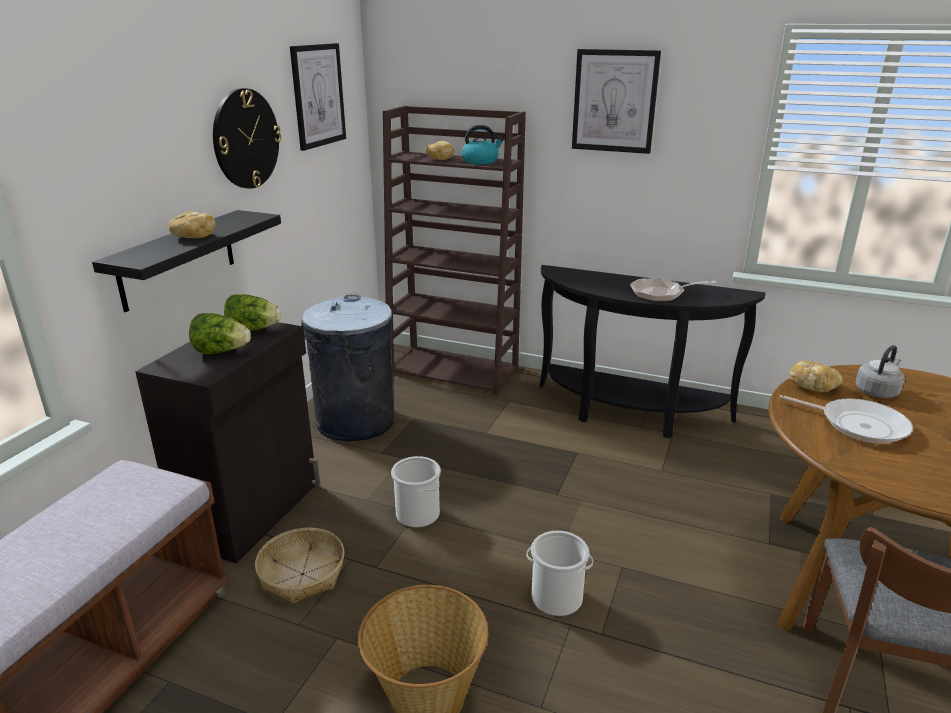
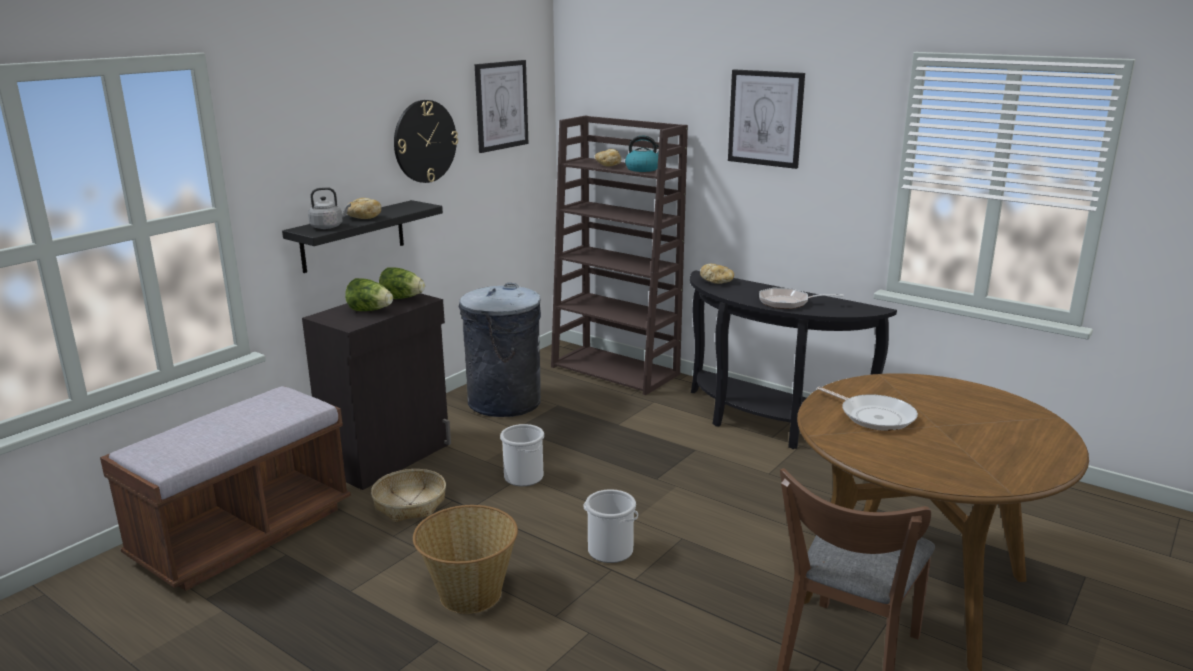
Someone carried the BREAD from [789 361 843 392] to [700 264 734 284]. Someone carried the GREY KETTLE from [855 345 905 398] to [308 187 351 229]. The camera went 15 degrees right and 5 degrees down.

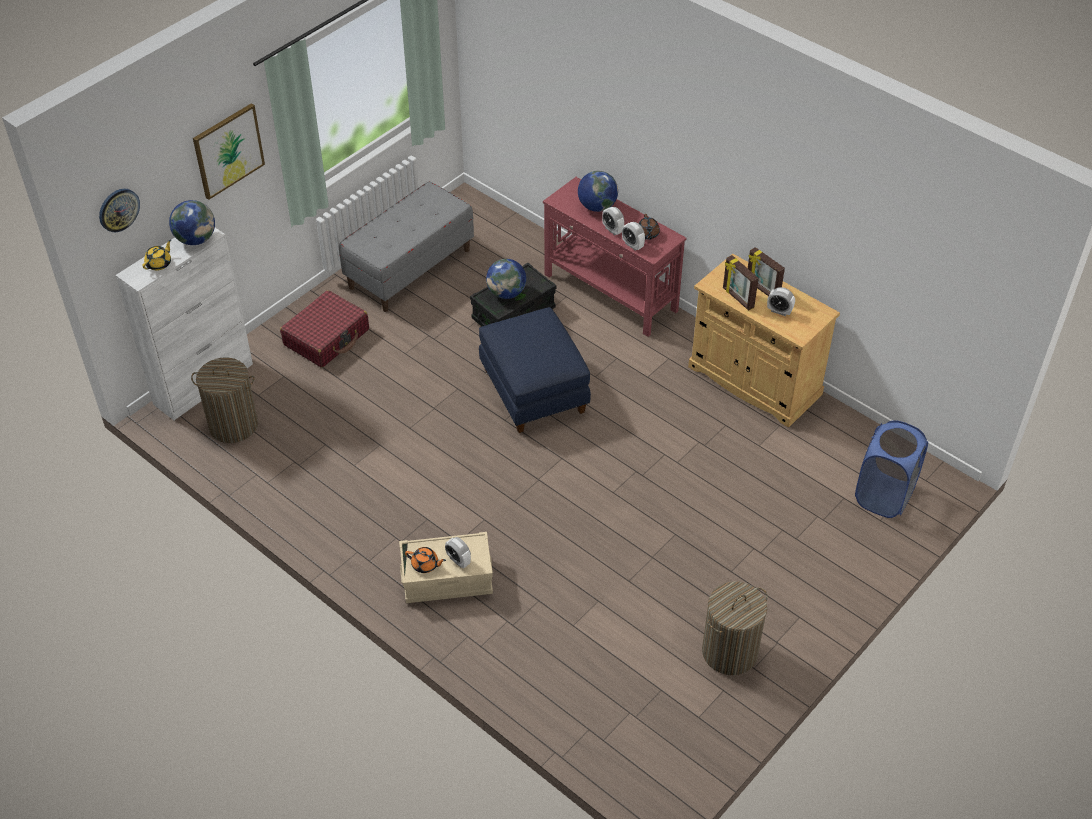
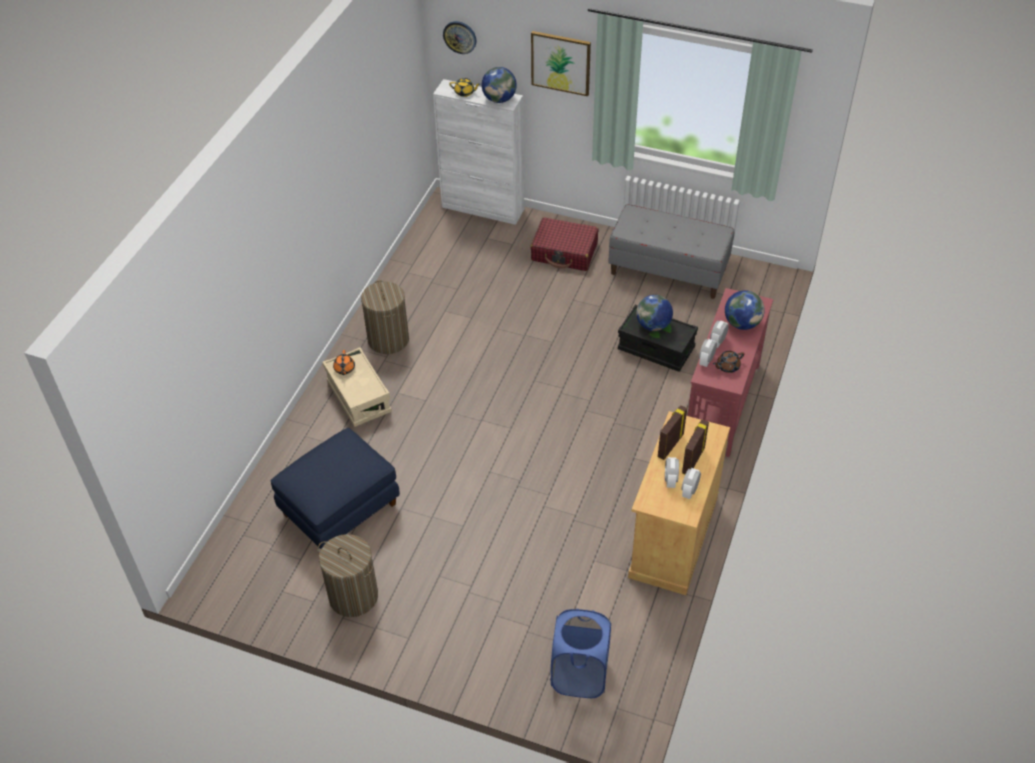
Someone carried the LAUNDRY BASKET from [191 357 258 443] to [361 280 409 354]. Someone carried the ALARM CLOCK from [445 537 471 569] to [681 468 701 499]. Someone carried the BLUE OTTOMAN from [479 307 591 433] to [270 428 400 549]. The camera went 70 degrees right and 0 degrees up.

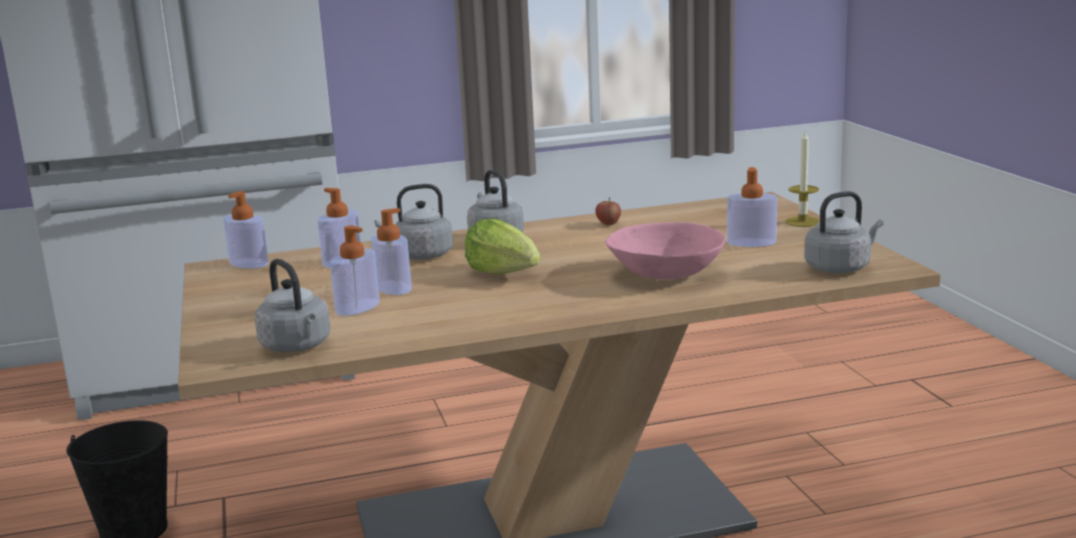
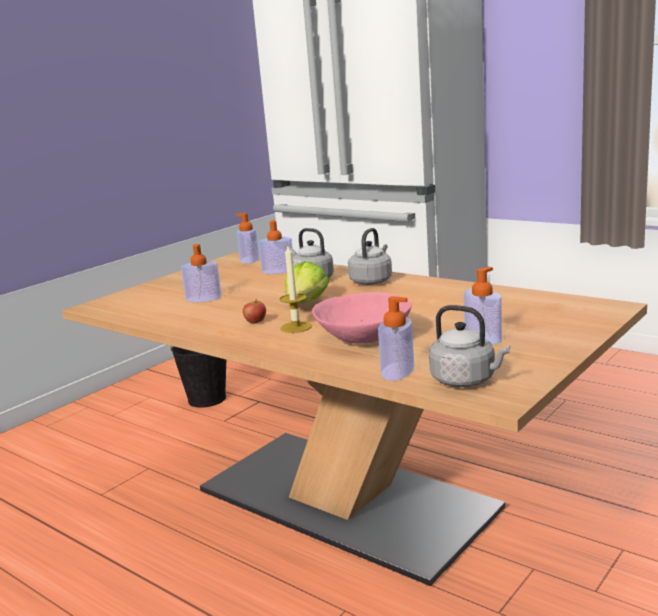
Someone took away the GREY KETTLE at [255 259 330 352]. Someone carried the SOAP DISPENSER from [371 208 412 295] to [378 296 414 381]. Someone carried the APPLE from [595 197 621 226] to [243 299 266 324]. Someone carried the CANDLE from [785 131 820 227] to [280 244 312 333]. The camera went 55 degrees right and 0 degrees up.

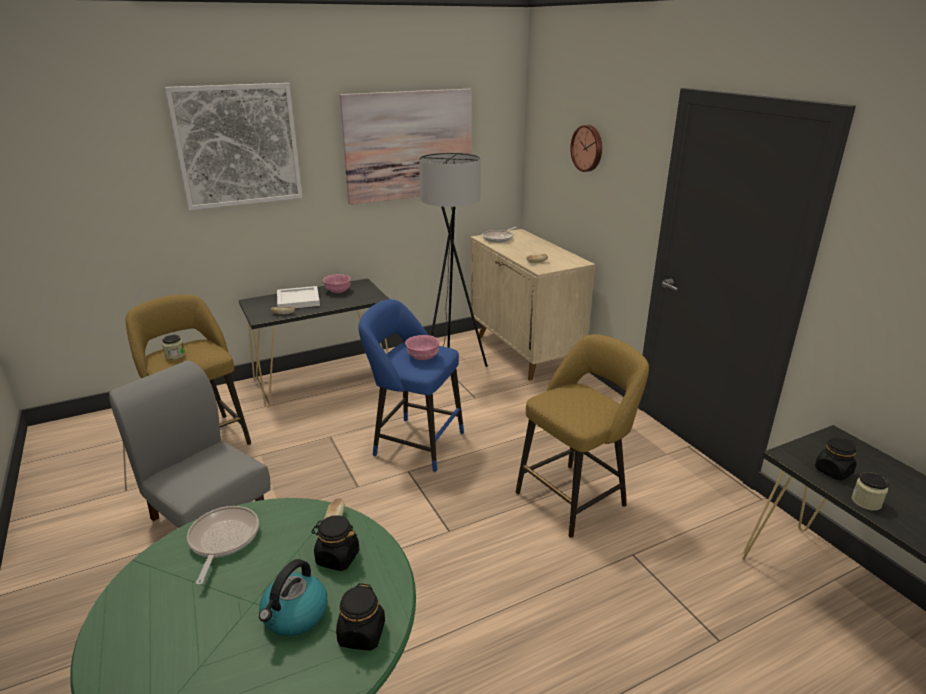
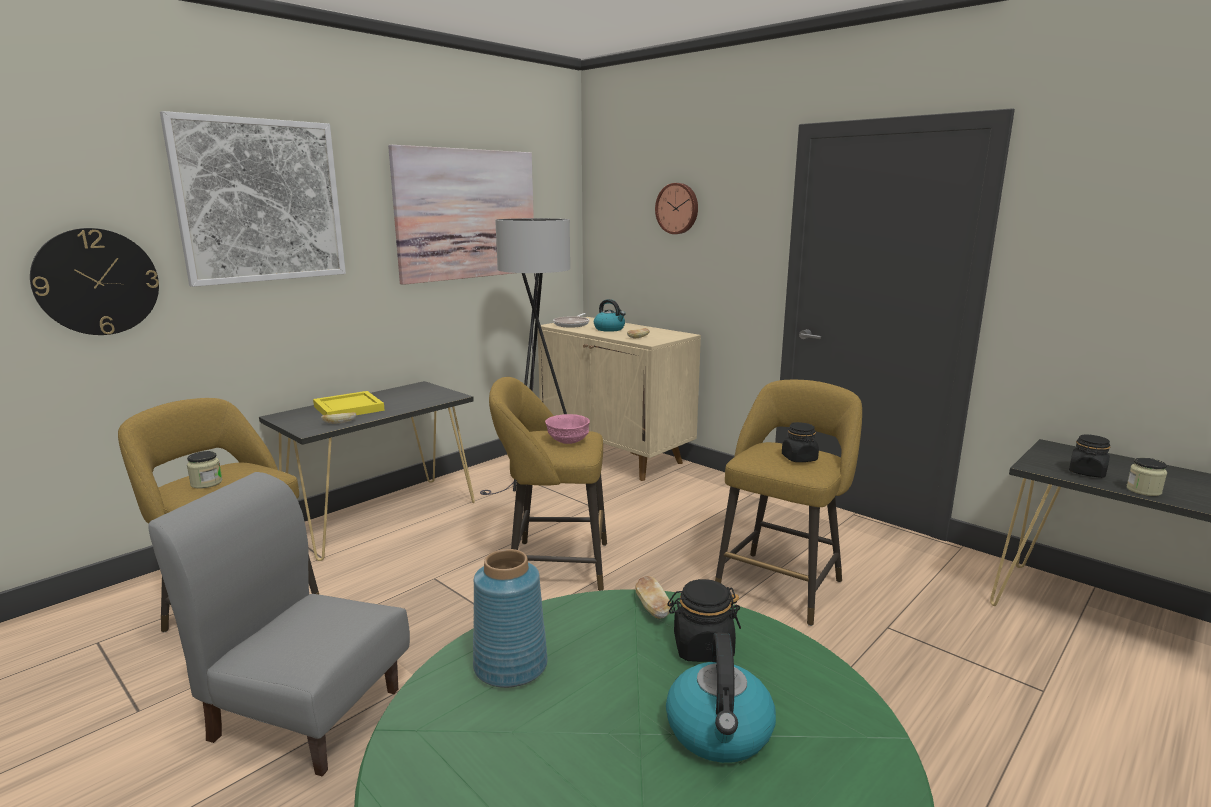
Someone swapped the FRYING PAN at [187 506 259 585] for the BLUE VASE at [473 549 548 688]. Someone repainted the WHITE TRAY at [277 286 320 308], which became the YELLOW TRAY at [313 391 385 415]. Someone took away the PINK BOWL at [323 274 351 293]. Someone carried the BLACK JAR from [336 583 385 650] to [782 422 819 462]. Someone repainted the BLUE STOOL at [358 299 464 472], which became the YELLOW STOOL at [489 377 607 591]. Someone put up the WALL CLOCK at [30 228 159 335]. Someone put down the KETTLE at [594 299 626 332]. The camera went 20 degrees left and 10 degrees down.

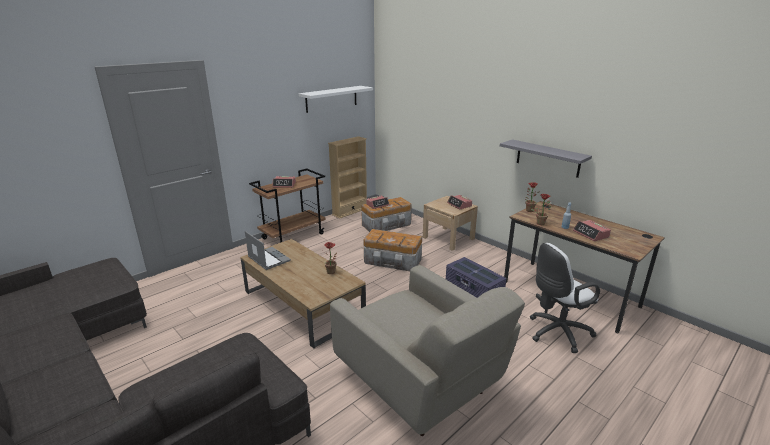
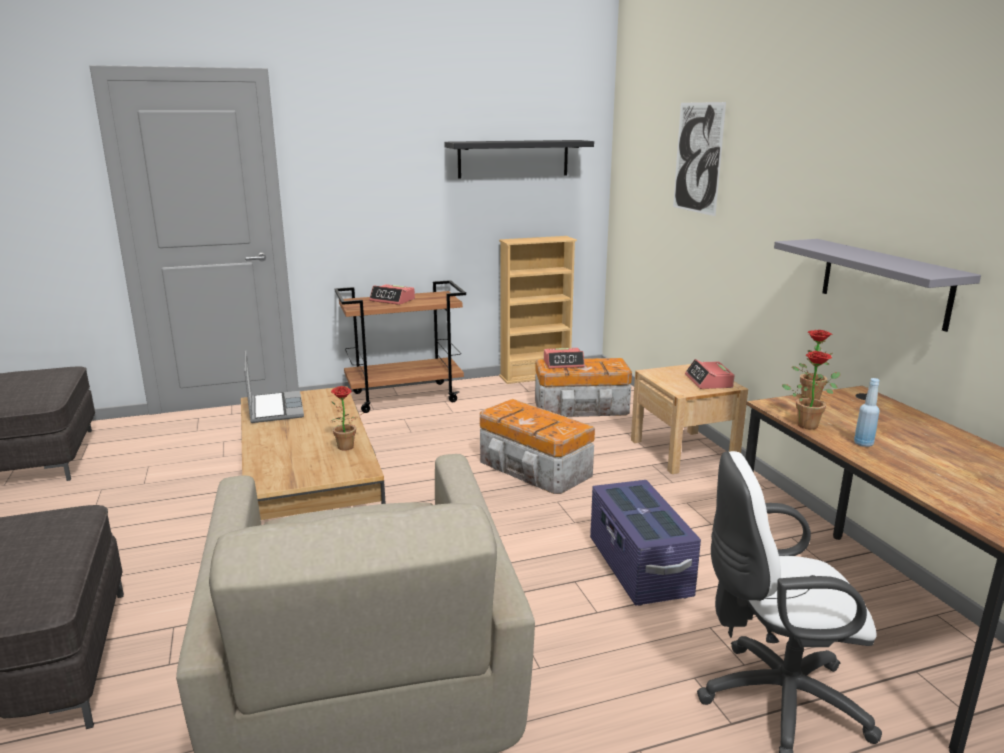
Someone repainted the WHITE SHELF at [299 86 373 113], which became the BLACK SHELF at [444 140 594 179]. Someone took away the ALARM CLOCK at [573 220 611 241]. Someone put up the PICTURE at [673 102 726 216]. The camera went 25 degrees right and 5 degrees down.

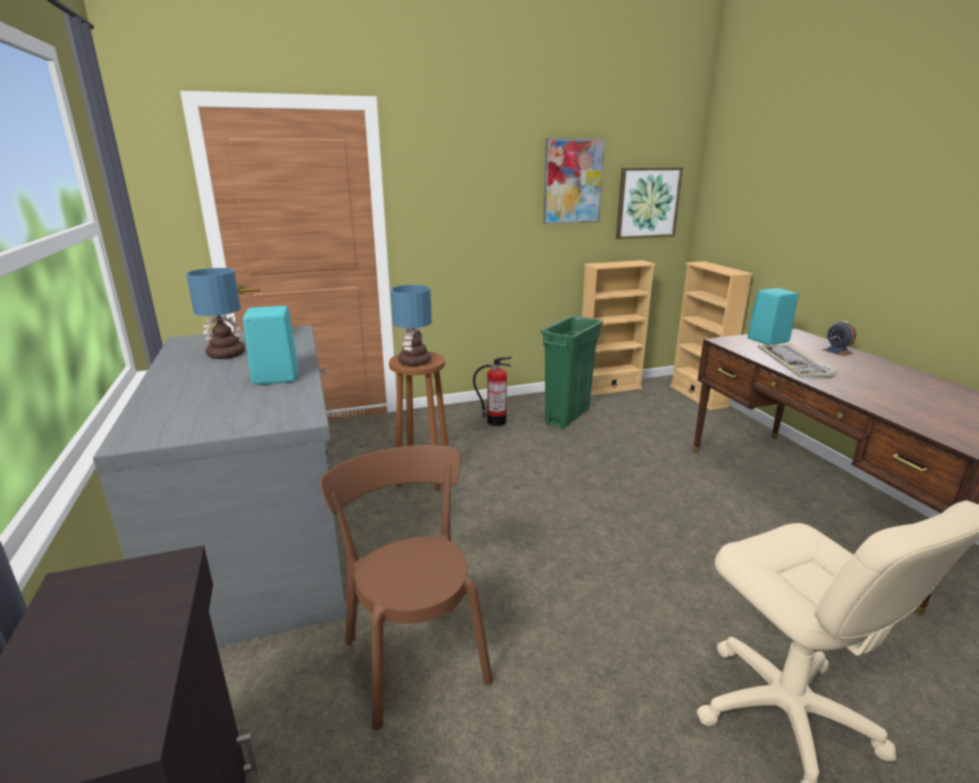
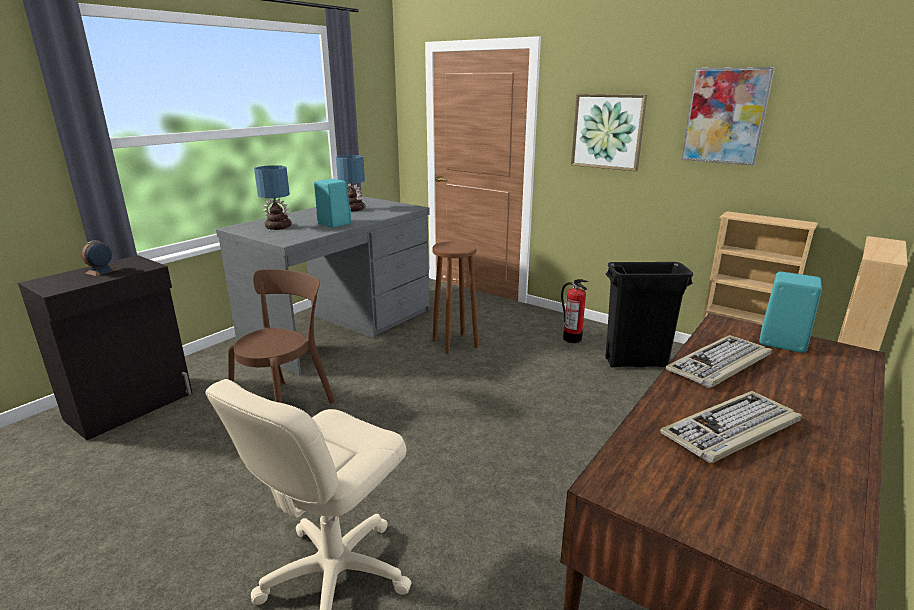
Someone carried the TABLE LAMP from [391 285 432 366] to [254 165 292 230]. Someone repainted the GREEN TRASH CAN at [540 316 603 428], which became the BLACK TRASH CAN at [605 262 693 367]. Someone carried the PICTURE from [616 167 683 239] to [571 94 647 171]. Someone carried the ALARM CLOCK from [822 321 856 356] to [81 240 118 276]. Someone put down the KEYBOARD at [660 391 802 463]. The camera went 55 degrees right and 0 degrees up.

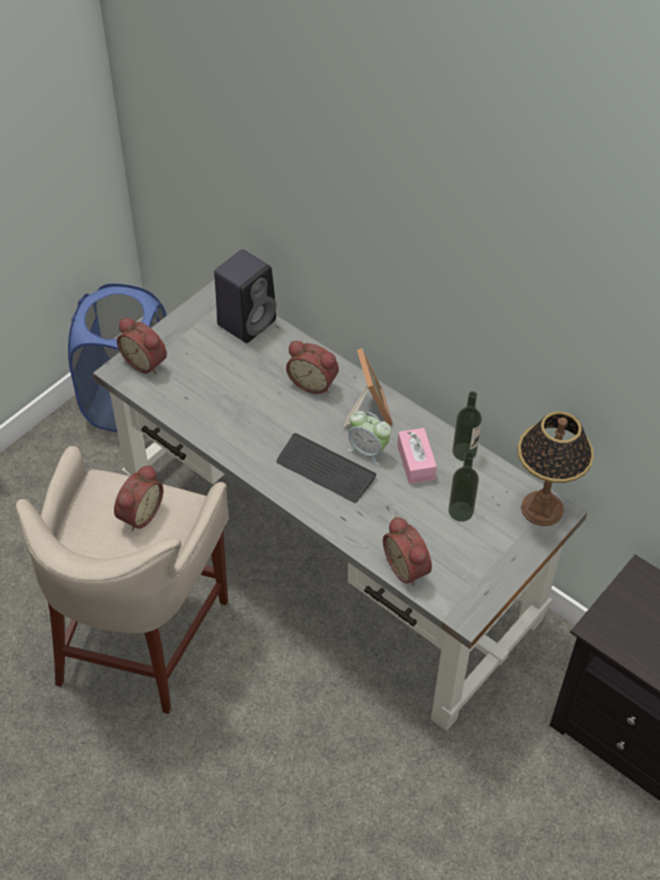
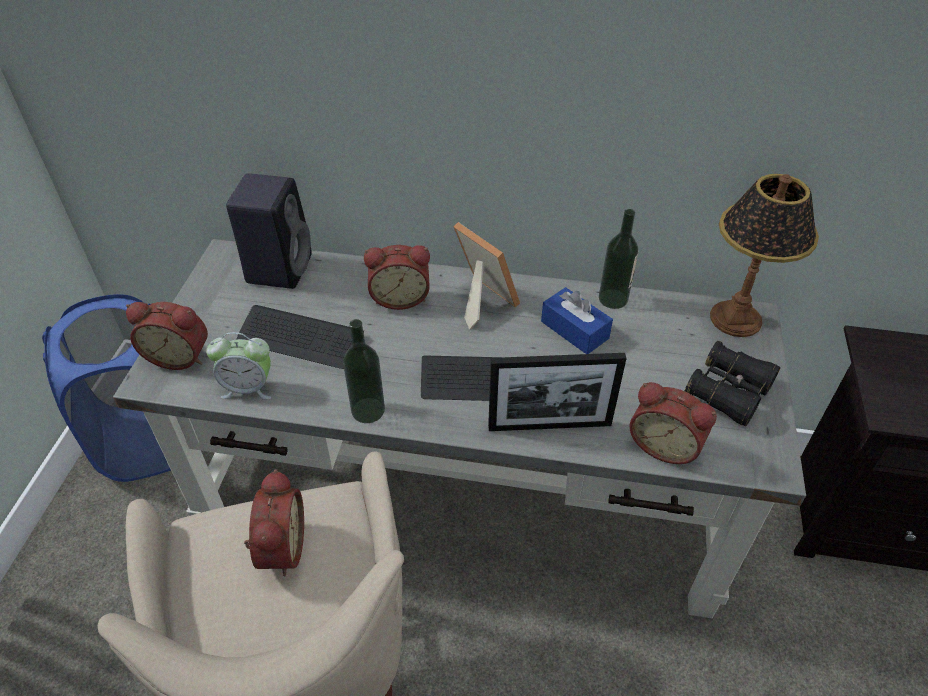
Someone carried the ALARM CLOCK from [347 411 391 465] to [206 332 271 399]. Someone repainted the PINK TISSUE BOX at [397 428 437 484], which became the BLUE TISSUE BOX at [541 287 613 354]. Someone carried the BOTTLE from [449 452 479 522] to [343 319 385 423]. Someone put down the KEYBOARD at [236 305 364 369]. Someone put down the PICTURE FRAME at [488 353 627 431]. Someone put down the BLACK BINOCULARS at [685 341 780 426]. The camera went 30 degrees left and 5 degrees down.

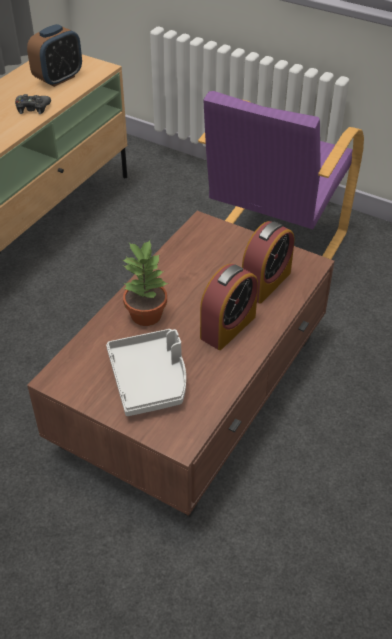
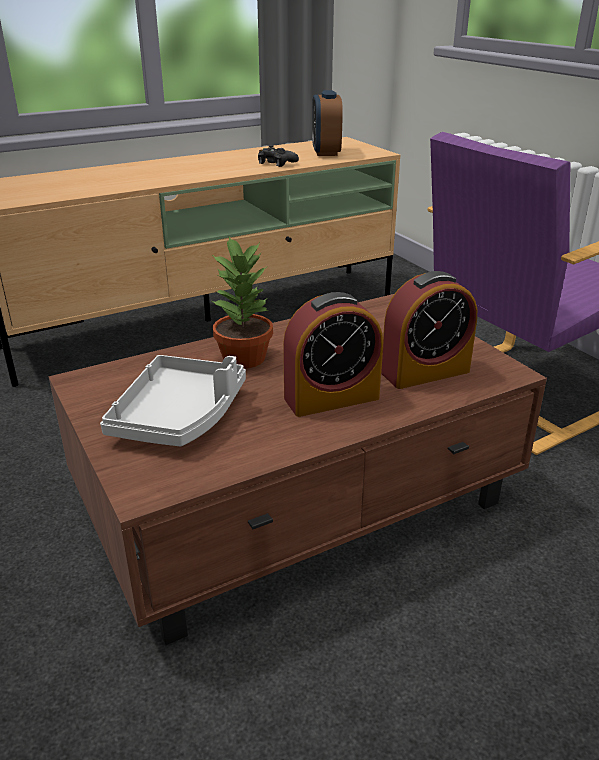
Someone rotated the ALARM CLOCK at [27 24 82 87] by 105 degrees clockwise. The camera went 30 degrees right and 15 degrees down.

